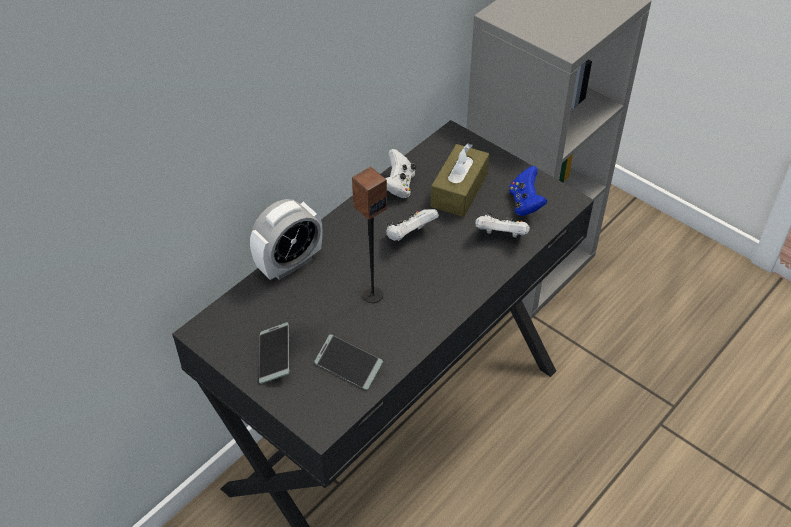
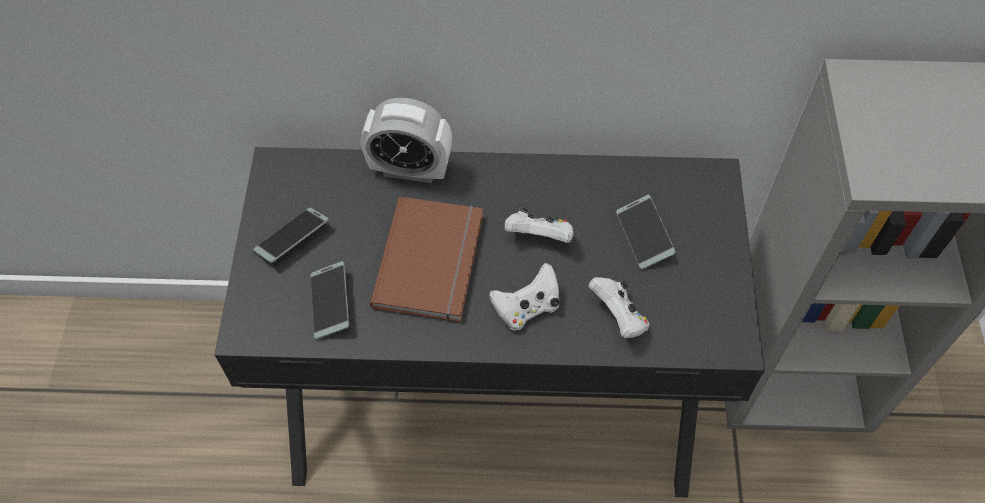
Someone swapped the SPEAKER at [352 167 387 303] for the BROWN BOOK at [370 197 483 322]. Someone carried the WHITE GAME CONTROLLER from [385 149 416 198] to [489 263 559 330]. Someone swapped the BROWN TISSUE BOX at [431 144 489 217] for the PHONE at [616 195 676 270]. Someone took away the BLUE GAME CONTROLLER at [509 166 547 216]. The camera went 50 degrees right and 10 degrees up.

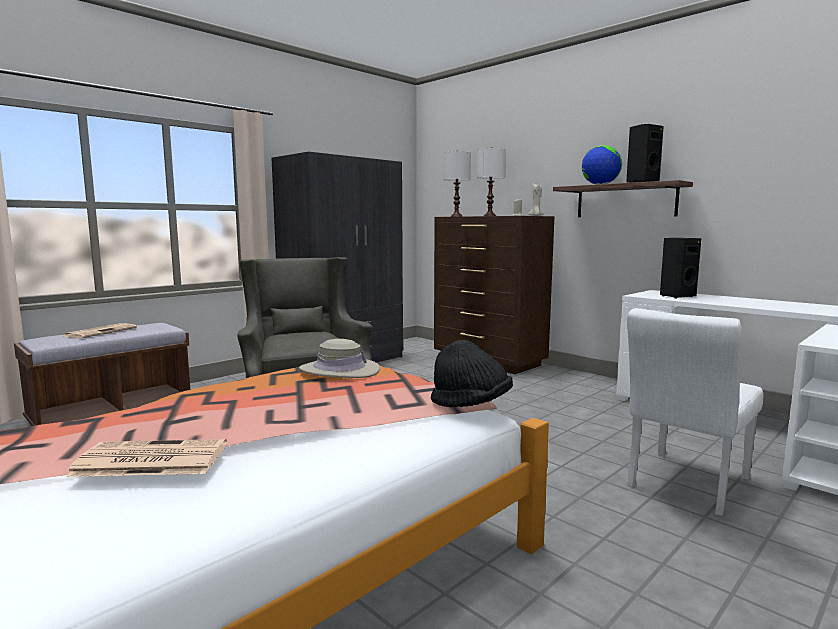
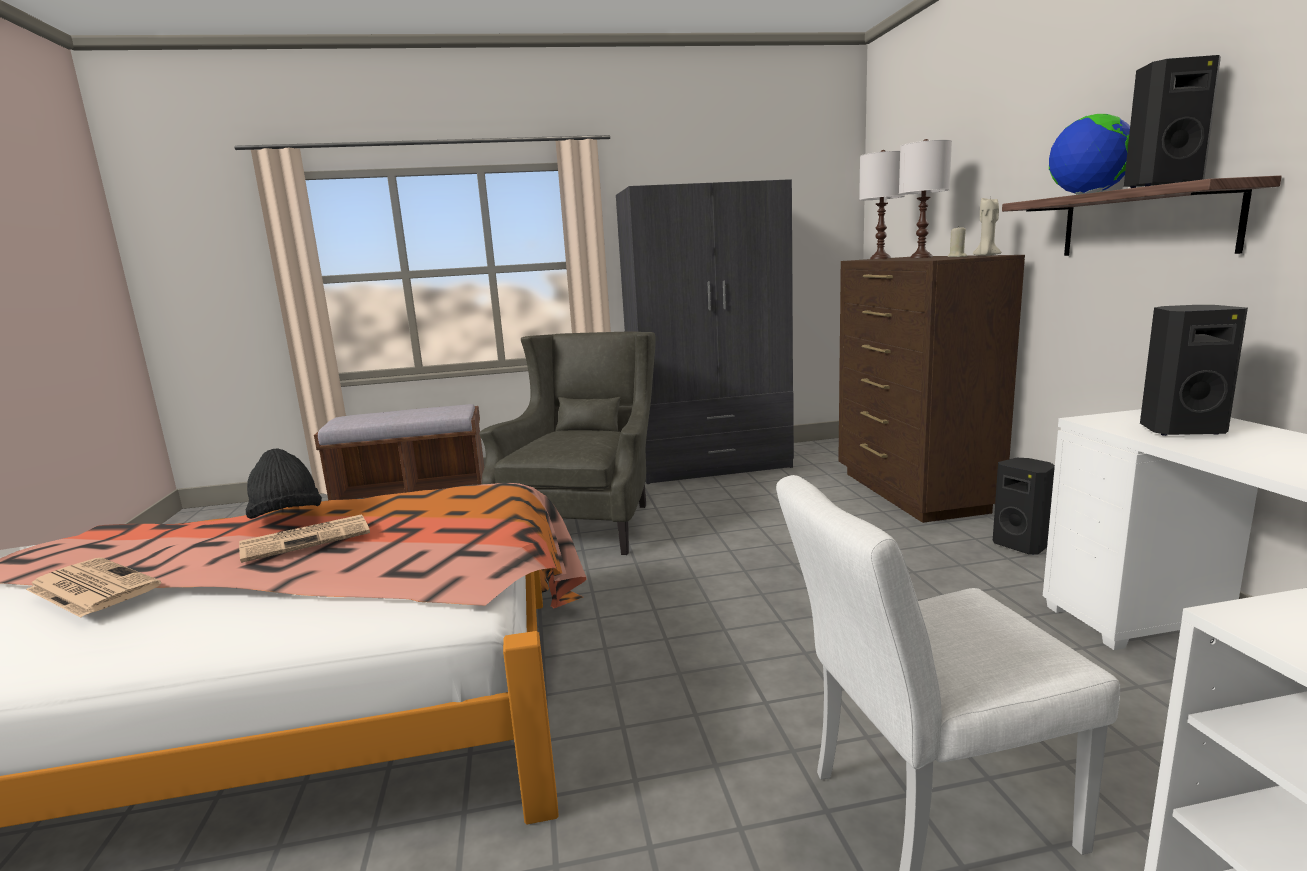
Someone carried the NEWSPAPER from [64 323 137 338] to [239 514 370 563]. Someone took away the BEIGE HAT at [299 339 380 378]. Someone carried the BLACK HAT from [431 340 513 407] to [245 448 322 519]. Someone put down the BLACK SPEAKER at [993 458 1055 555]. The camera went 35 degrees right and 5 degrees up.

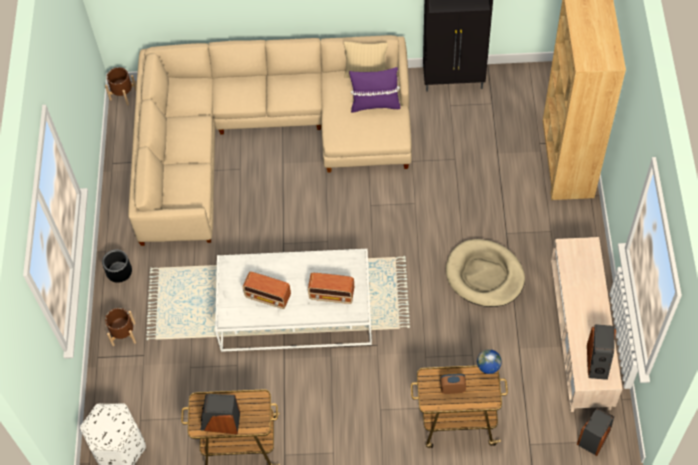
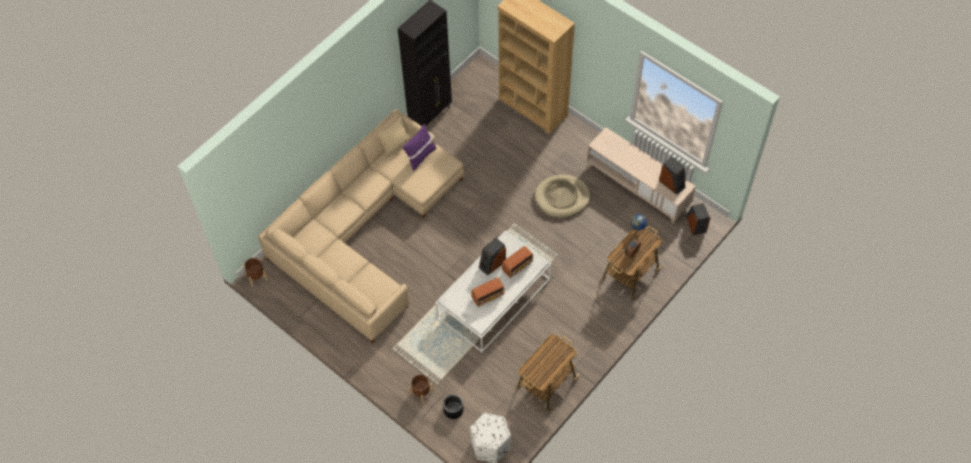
Someone carried the BLACK PLANTER from [102 249 132 283] to [443 394 463 419]. Someone carried the SPEAKER from [200 394 240 435] to [479 238 506 276]. The camera went 50 degrees left and 0 degrees up.

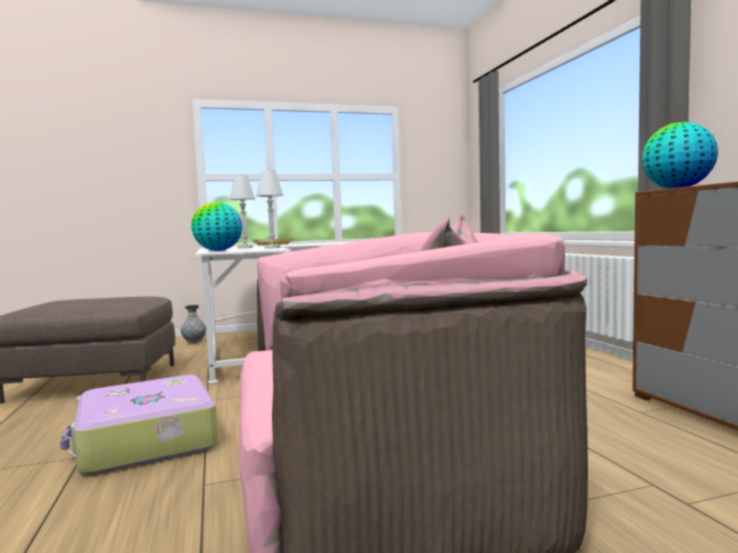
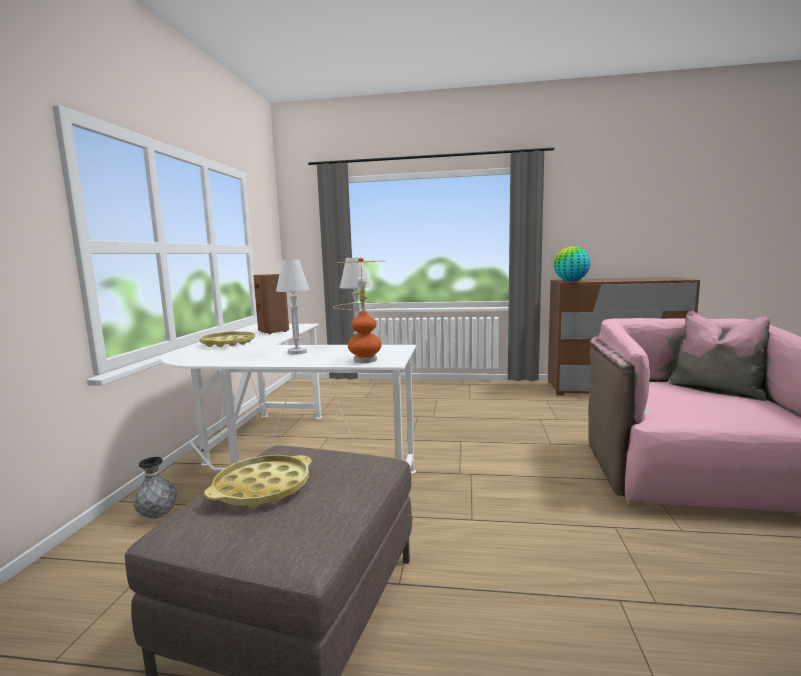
Someone took away the SUITCASE at [60 375 218 475]. Someone swapped the GLOBE at [191 202 242 251] for the TABLE LAMP at [333 258 393 363]. Someone put down the YELLOW TRAY at [204 455 312 508]. Someone put down the BROWN SPEAKER at [253 274 289 334]. The camera went 65 degrees left and 5 degrees up.

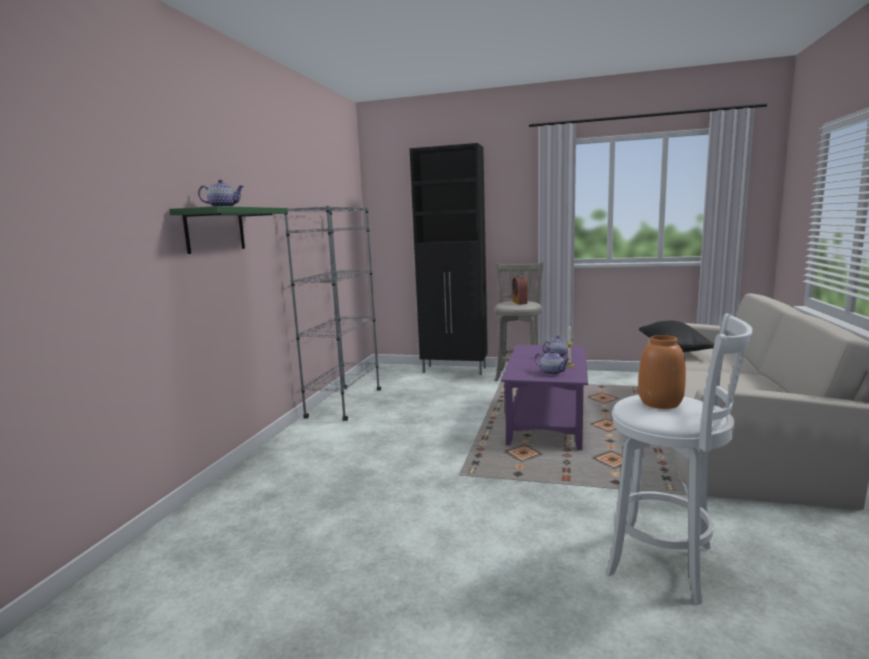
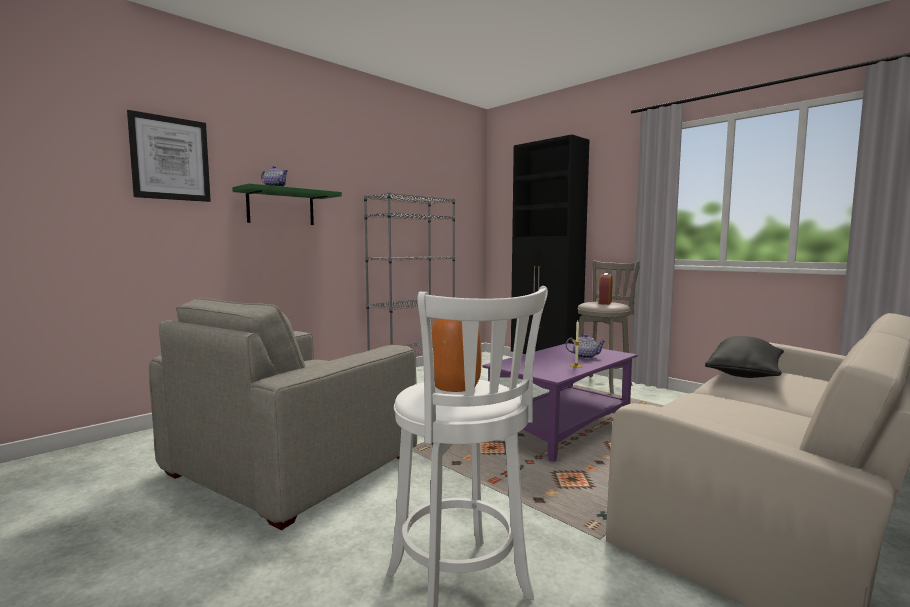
Someone took away the TEAPOT at [535 350 570 375]. Someone put up the PICTURE at [127 110 211 202]. Someone put down the GREY ARMCHAIR at [149 298 417 530]. The camera went 30 degrees right and 5 degrees down.

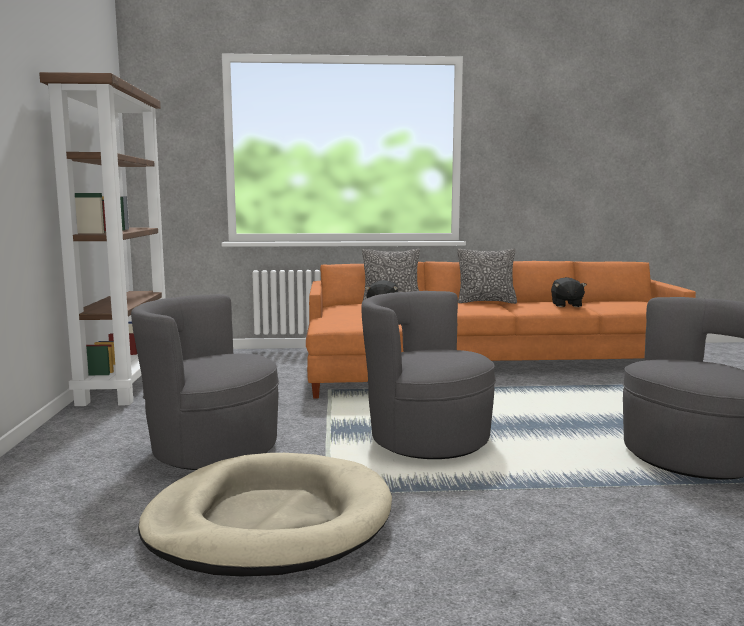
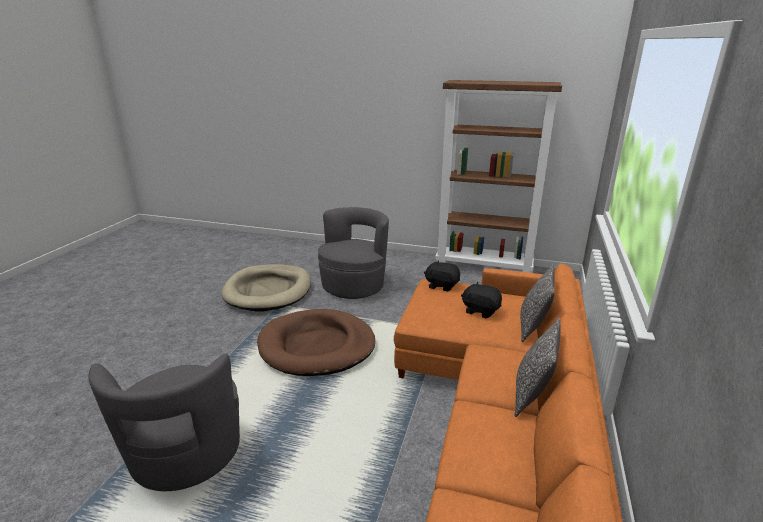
Someone swapped the GREY ARMCHAIR at [361 291 496 459] for the BROWN DOG BED at [257 309 375 376]. Someone carried the BLACK PLUSH TOY from [551 277 587 307] to [424 260 460 291]. The camera went 110 degrees right and 15 degrees up.

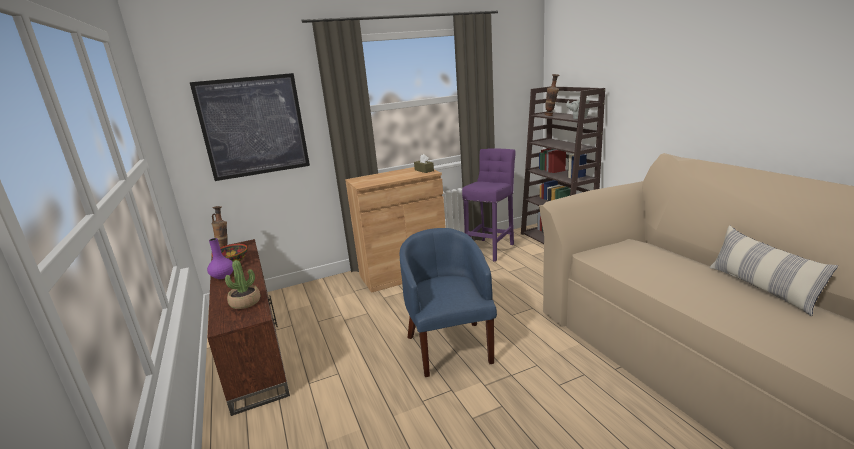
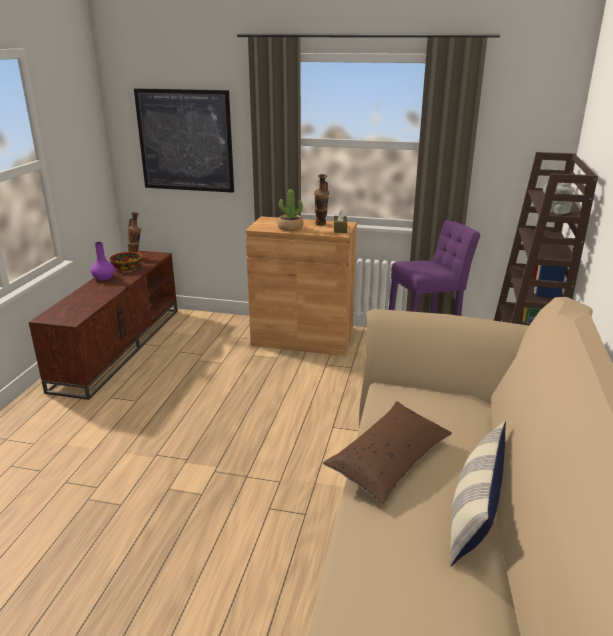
Someone carried the POTTED PLANT from [225 260 260 309] to [277 189 303 231]. Someone took away the BLUE ARMCHAIR at [400 228 497 377]. Someone carried the VASE from [545 74 559 116] to [314 174 329 226]. Someone put down the BROWN PILLOW at [323 401 452 504]. The camera went 35 degrees right and 5 degrees up.

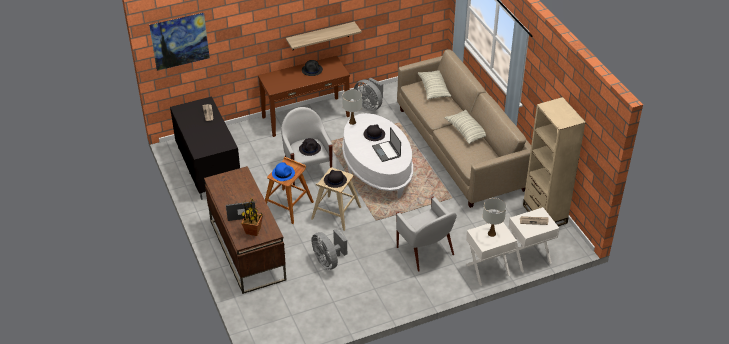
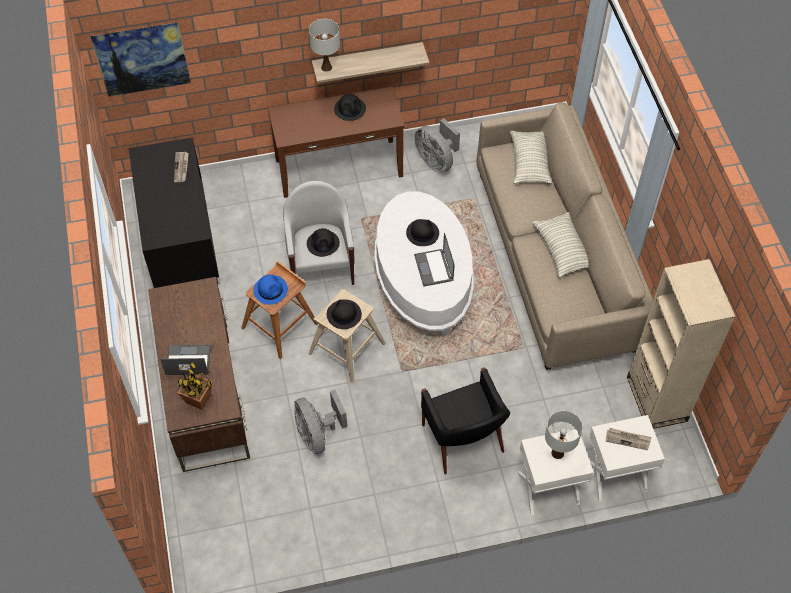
Someone carried the WHITE TABLE LAMP from [342 89 362 125] to [309 19 340 72]. Someone repainted the WHITE ARMCHAIR at [396 197 457 272], which became the BLACK ARMCHAIR at [421 367 510 474]. The camera went 10 degrees right and 15 degrees up.

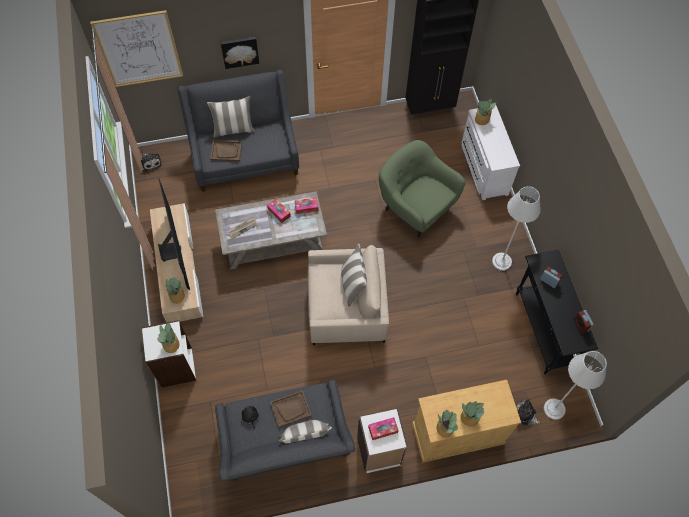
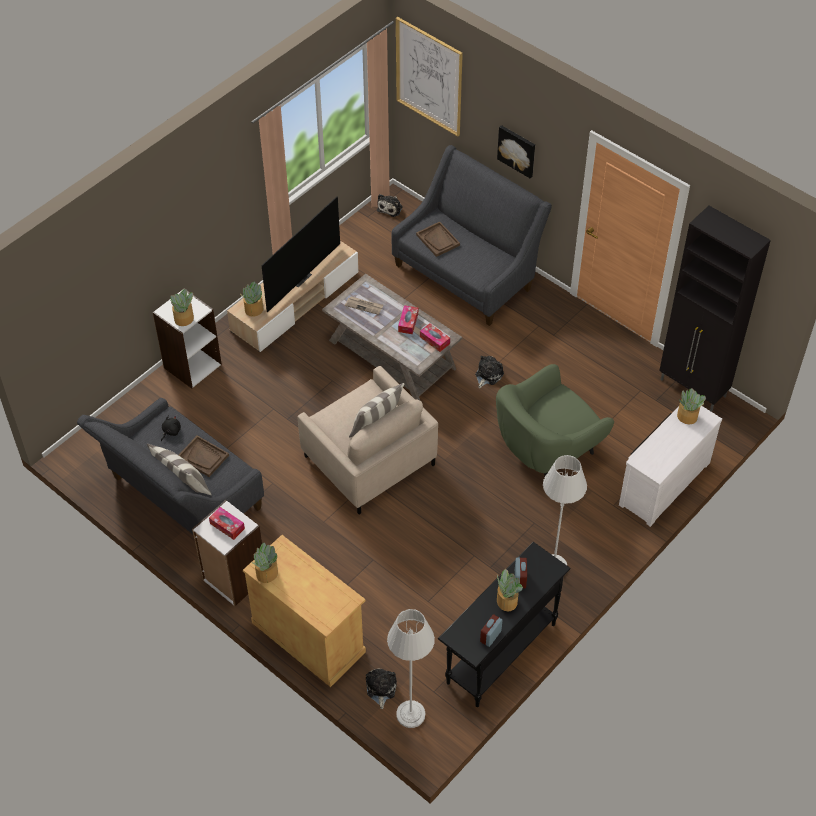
Someone took away the PILLOW at [207 96 255 138]. Someone rotated the GREEN ARMCHAIR at [379 140 465 237] by 135 degrees counterclockwise. Someone carried the POTTED PLANT from [460 401 484 427] to [497 569 523 611]. Someone put down the PLUSH TOY at [475 356 504 388]. The camera went 55 degrees right and 10 degrees down.

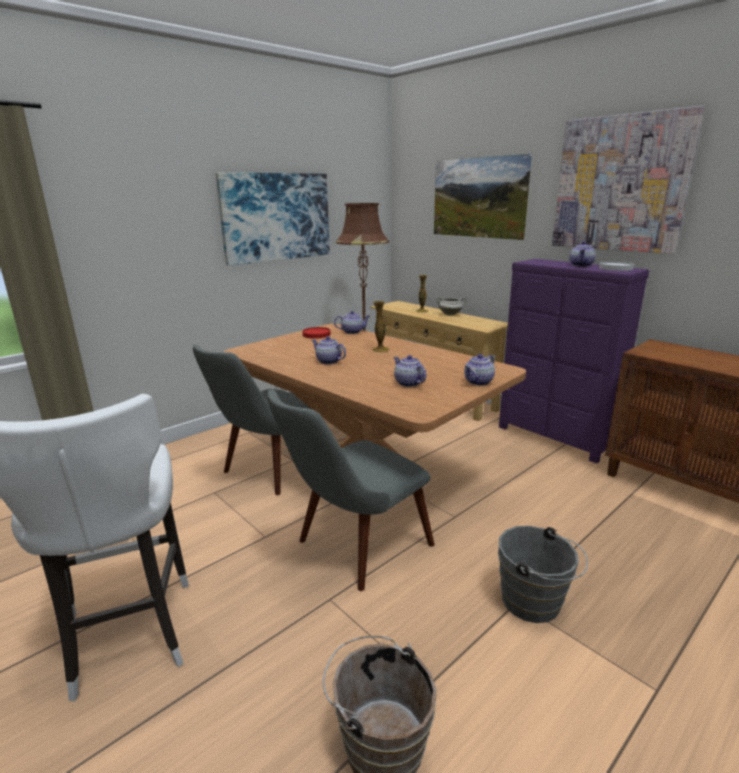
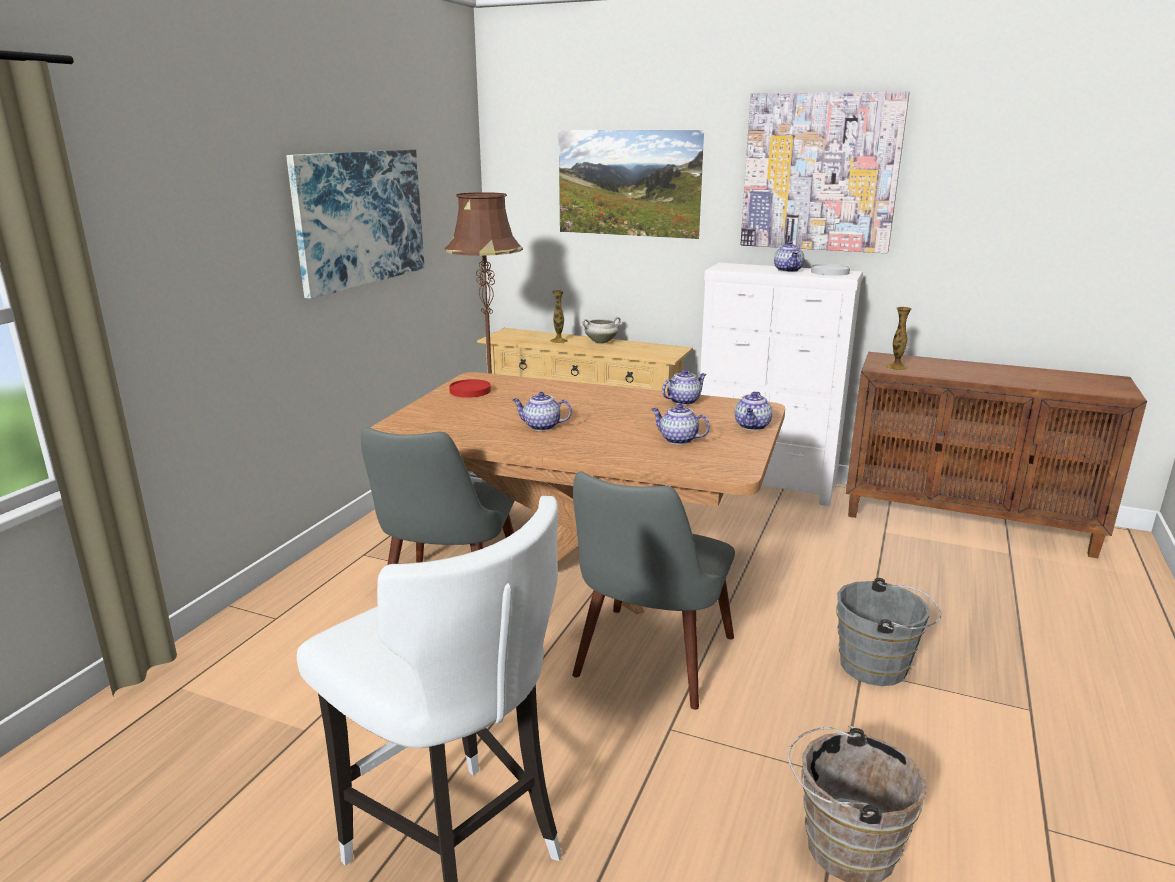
Someone carried the TEAPOT from [334 311 370 334] to [662 369 706 405]. Someone carried the VASE from [373 301 390 352] to [886 307 912 370]. Someone repainted the PURPLE DRESSER at [499 259 649 464], which became the WHITE DRESSER at [700 263 863 506]. The camera went 25 degrees left and 0 degrees up.

